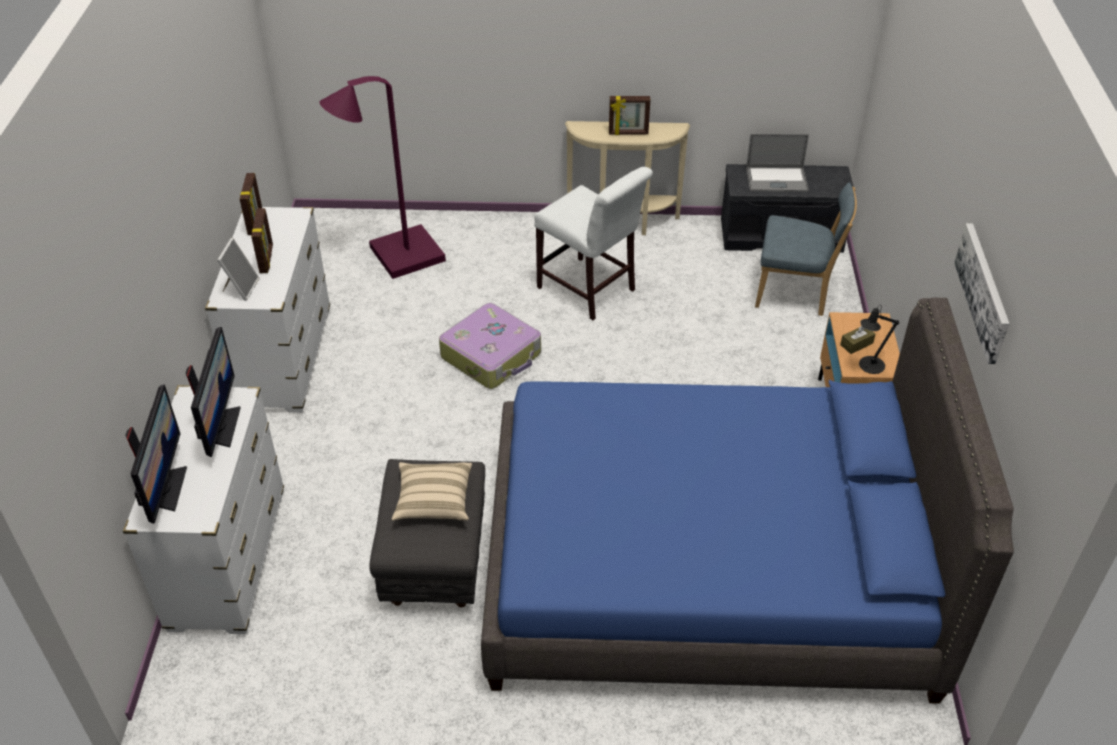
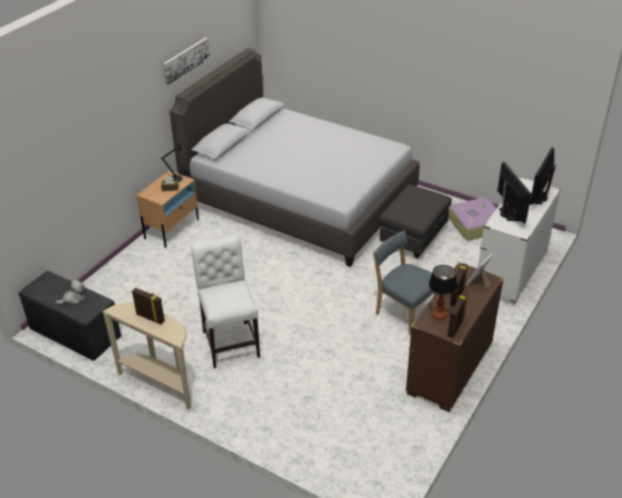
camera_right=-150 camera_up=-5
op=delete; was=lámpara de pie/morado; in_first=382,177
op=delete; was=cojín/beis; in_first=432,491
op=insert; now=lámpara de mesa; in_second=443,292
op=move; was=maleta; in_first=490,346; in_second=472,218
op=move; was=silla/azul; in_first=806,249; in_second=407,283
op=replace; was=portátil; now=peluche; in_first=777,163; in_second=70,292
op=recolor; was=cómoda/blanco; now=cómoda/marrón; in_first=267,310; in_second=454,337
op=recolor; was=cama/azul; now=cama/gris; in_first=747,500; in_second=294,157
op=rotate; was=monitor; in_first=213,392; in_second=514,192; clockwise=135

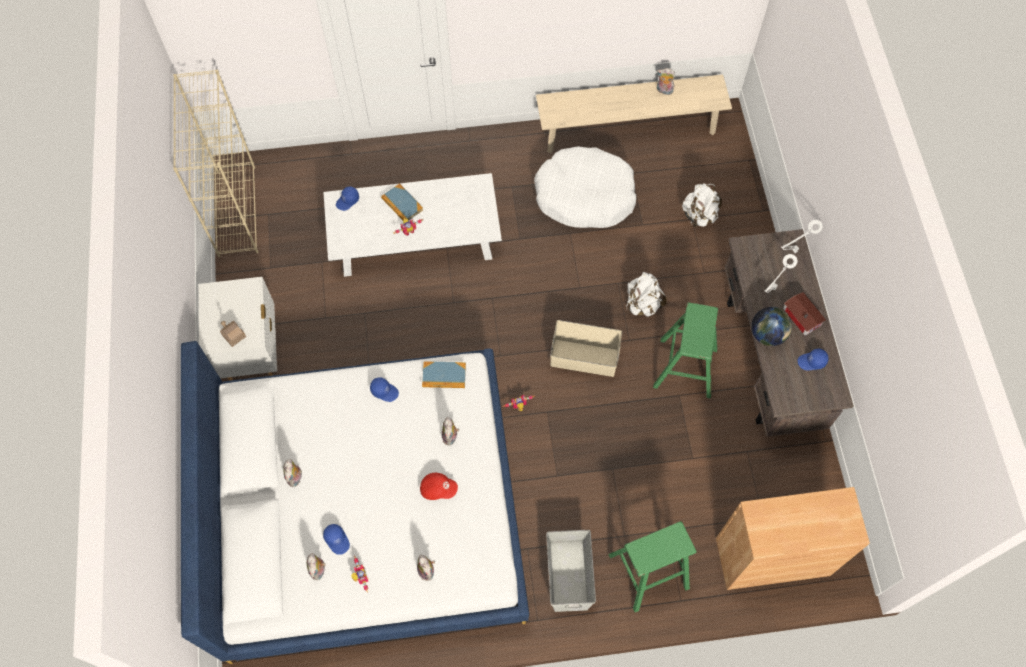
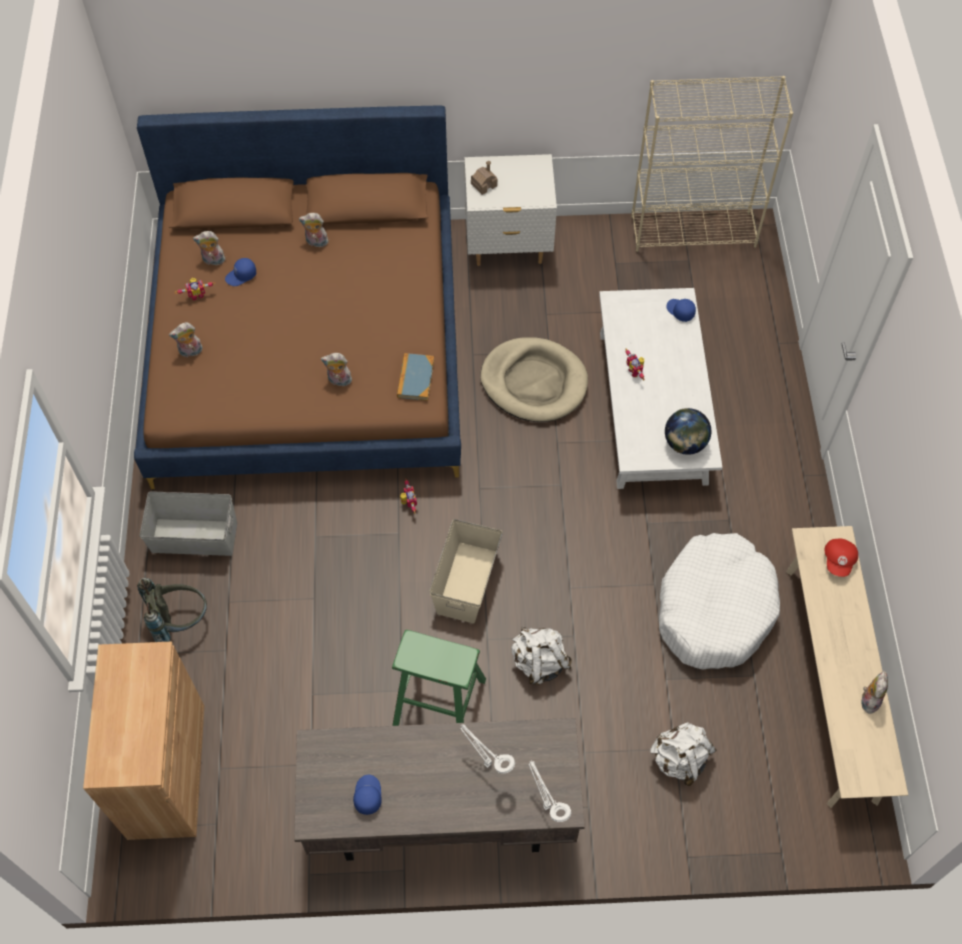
camera_right=95 camera_up=-5
op=delete; was=gorra/azul; in_first=384,389
op=delete; was=libro; in_first=402,202
op=delete; was=casita; in_first=804,314
op=insert; now=cama para perro/beis; in_second=534,379
op=move; was=gorra/rojo; in_first=439,486; in_second=841,558
op=move; was=globo terráqueo; in_first=771,326; in_second=688,431
op=replace; was=taburete/verde; now=mochila/gris; in_first=652,566; in_second=172,610
op=recolor; was=cama/blanco; now=cama/marrón; in_first=355,502; in_second=297,297

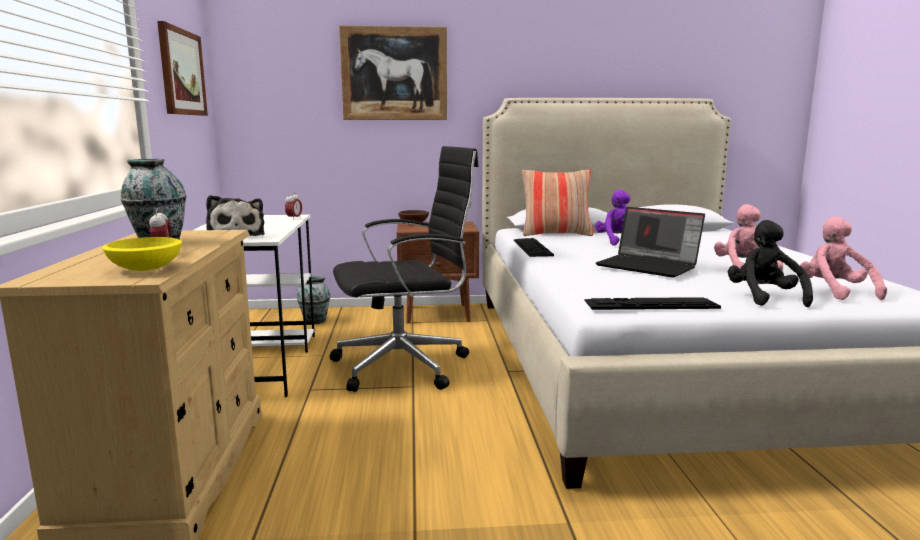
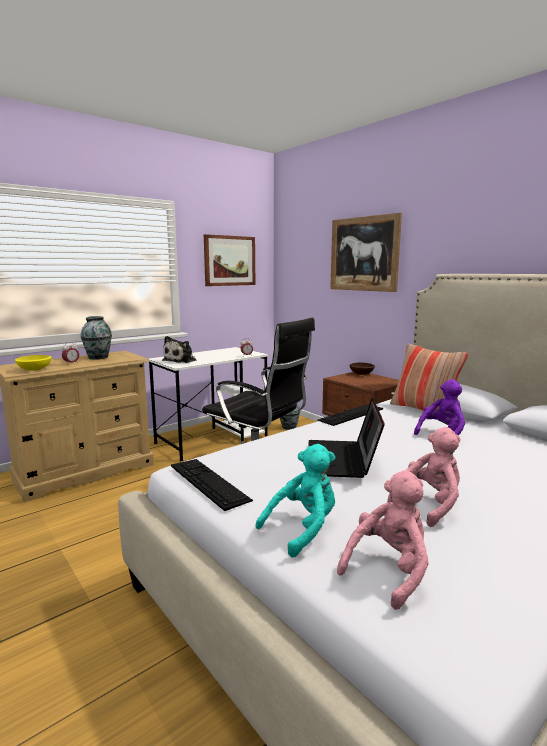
camera_right=55 camera_up=0
op=recolor; was=peluche/negro; now=peluche/turquesa; in_first=770,263; in_second=295,500

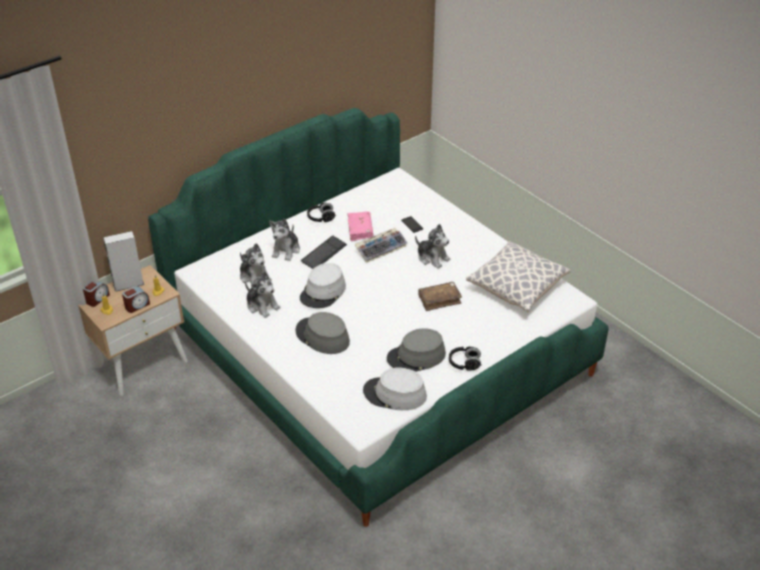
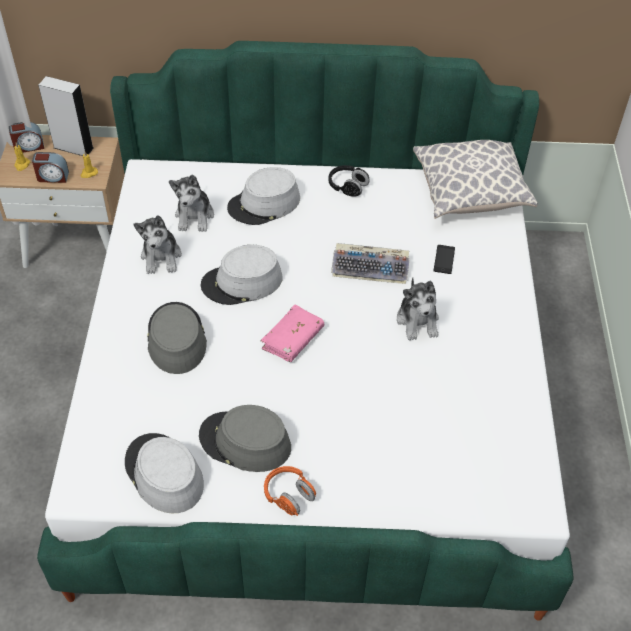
camera_right=40 camera_up=10
op=delete; was=teclado; in_first=324,252
op=delete; was=libro/marrón; in_first=440,296
op=move; was=libro/rosa; in_first=360,226; in_second=292,333
op=move; was=cojín; in_first=518,277; in_second=475,179
op=replace; was=peluche; now=sombrero/gris; in_first=284,240; in_second=263,196
op=recolor; was=auriculares/negro; now=auriculares/naranja; in_first=465,359; in_second=290,491

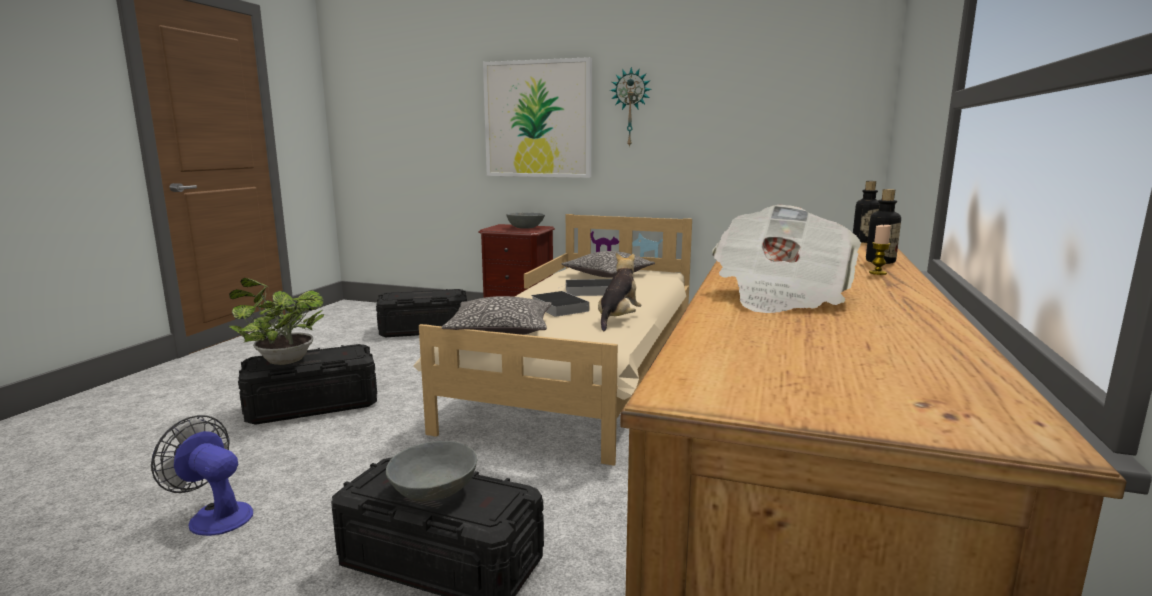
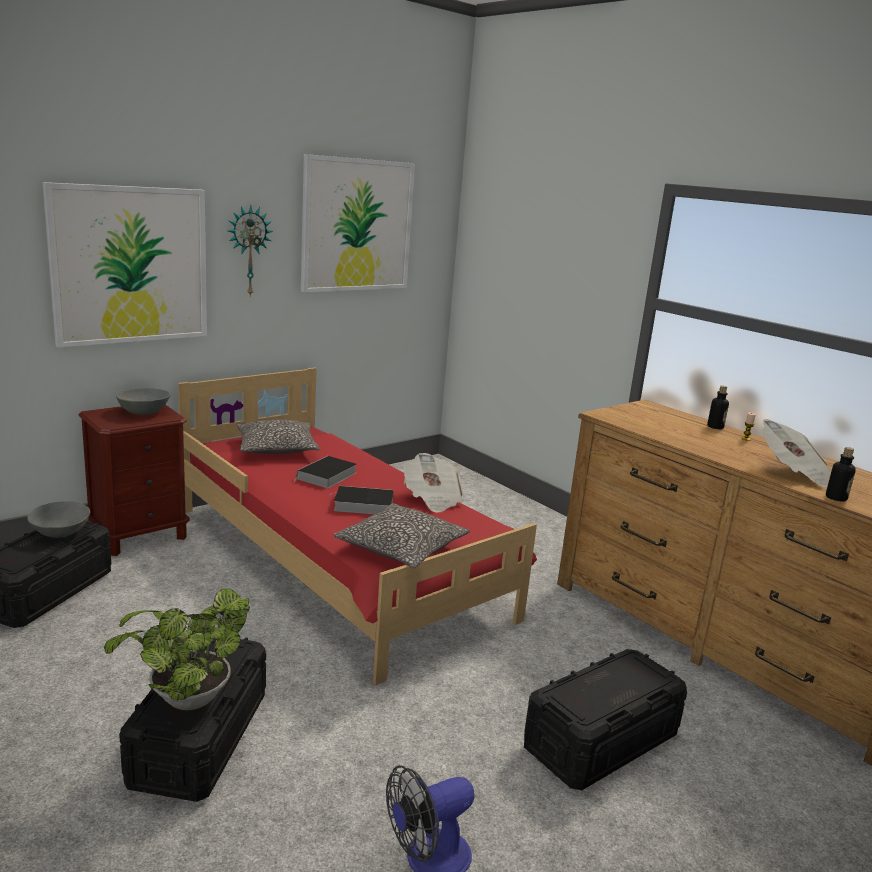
camera_right=-60 camera_up=5
op=insert; now=cuadro; in_second=358,223
op=move; was=cuenco/gris; in_first=431,471; in_second=58,519
op=move; was=botella; in_first=866,212; in_second=841,474
op=replace; was=peluche; now=periódico; in_first=620,292; in_second=434,483
op=recolor; was=cama/beis; now=cama/rojo; in_first=552,340; in_second=357,526

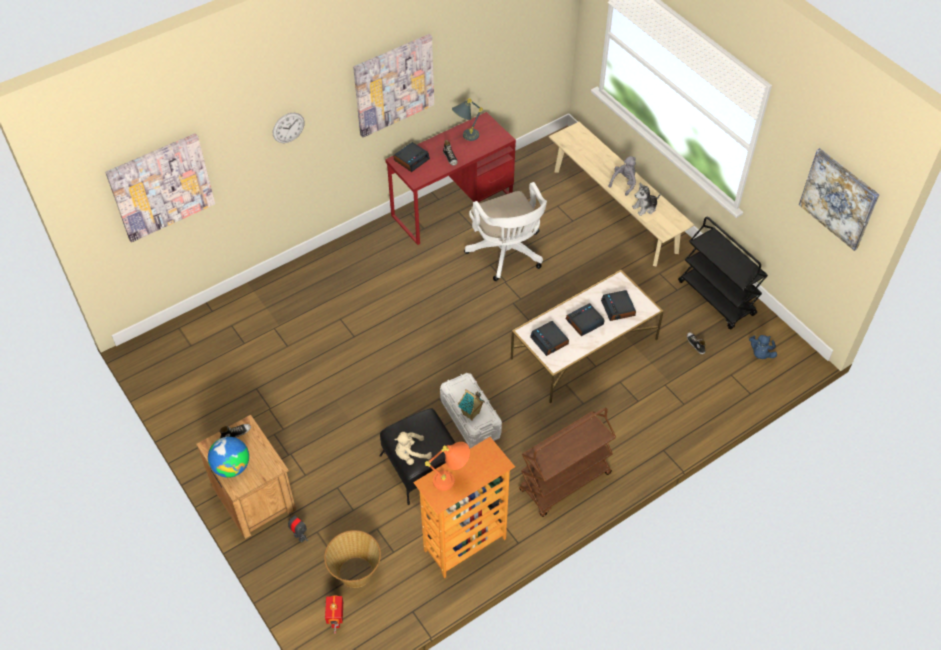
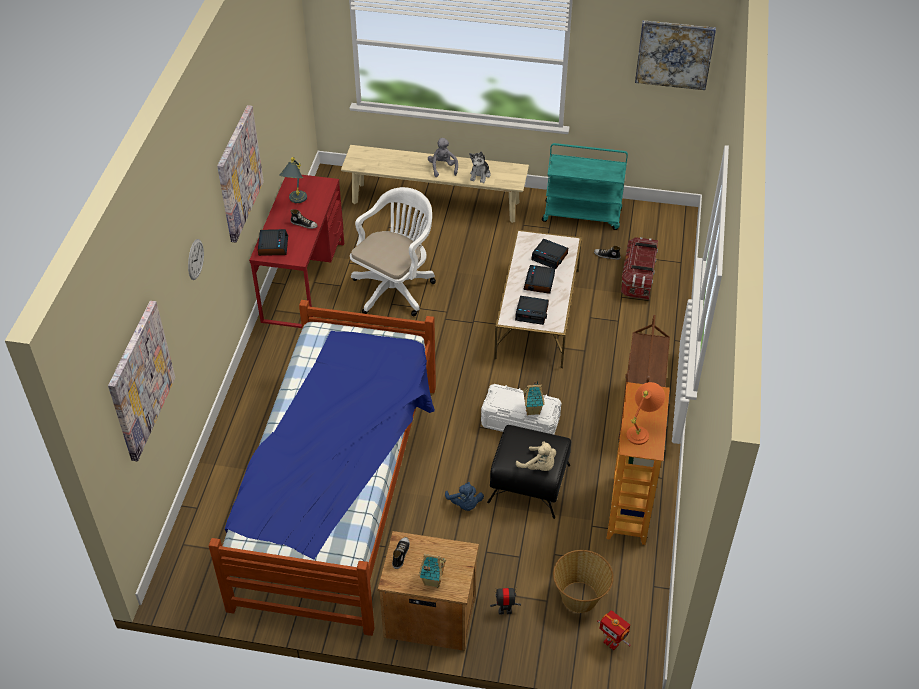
camera_right=-45 camera_up=-5
op=insert; now=cama; in_second=322,468
op=insert; now=caja de almacenaje; in_second=639,268
op=move; was=peluche/azul; in_first=763,347; in_second=464,496
op=replace; was=globo terráqueo; now=casita; in_first=228,457; in_second=432,571
op=recolor; was=carrito/negro; now=carrito/turquesa; in_first=723,273; in_second=585,186
op=rotate; was=peluche/beis; in_first=413,448; in_second=536,456; clockwise=-75
op=rotate; was=silla de oficina/blanco; in_first=505,231; in_second=393,251; clockwise=-75

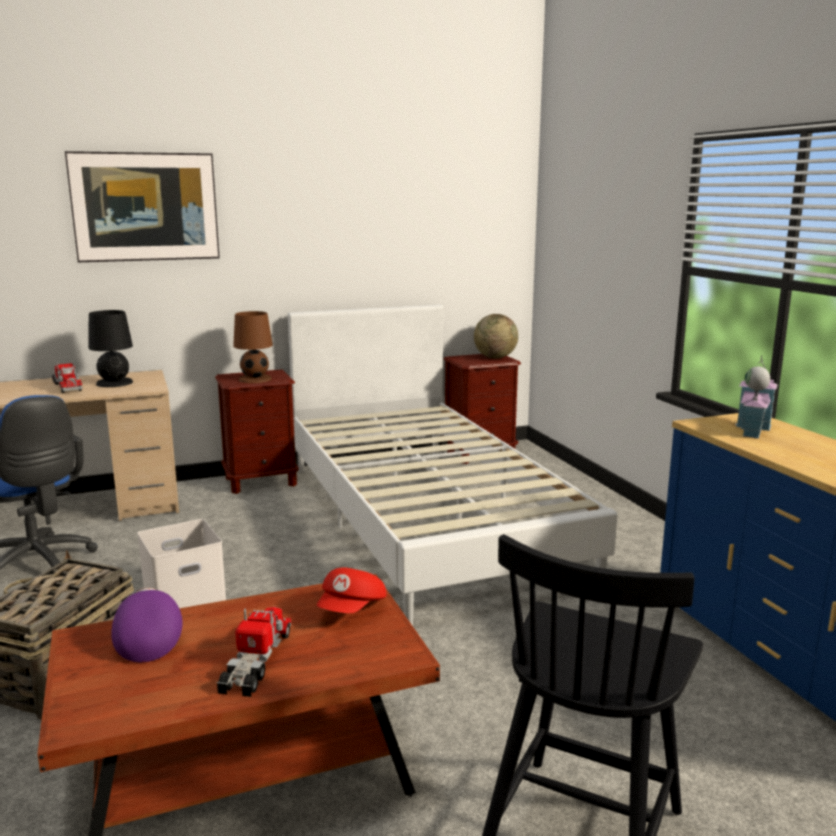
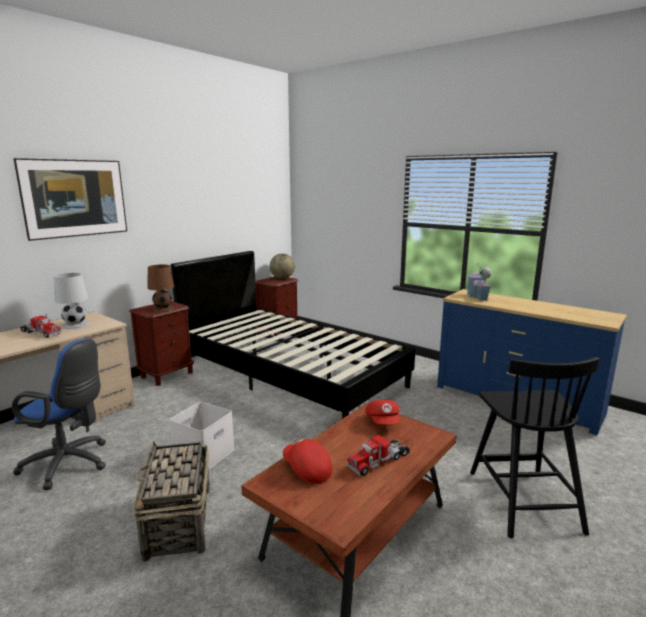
camera_right=-30 camera_up=0
op=recolor; was=lámpara de mesa/negro; now=lámpara de mesa/blanco; in_first=111,348; in_second=71,301
op=recolor; was=gorra/morado; now=gorra/rojo; in_first=147,625; in_second=307,461
op=recolor; was=cama/blanco; now=cama/negro; in_first=452,465; in_second=293,335
op=rotate; was=camión de juguete; in_first=254,652; in_second=378,455; clockwise=-105

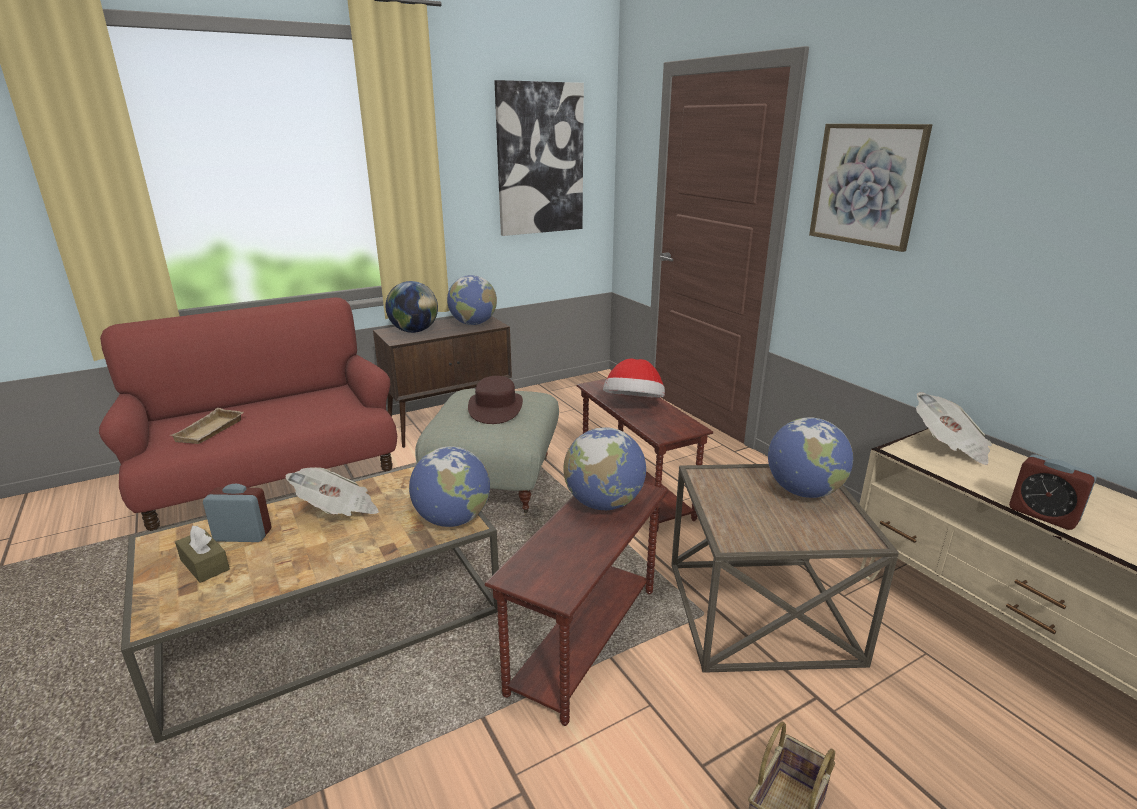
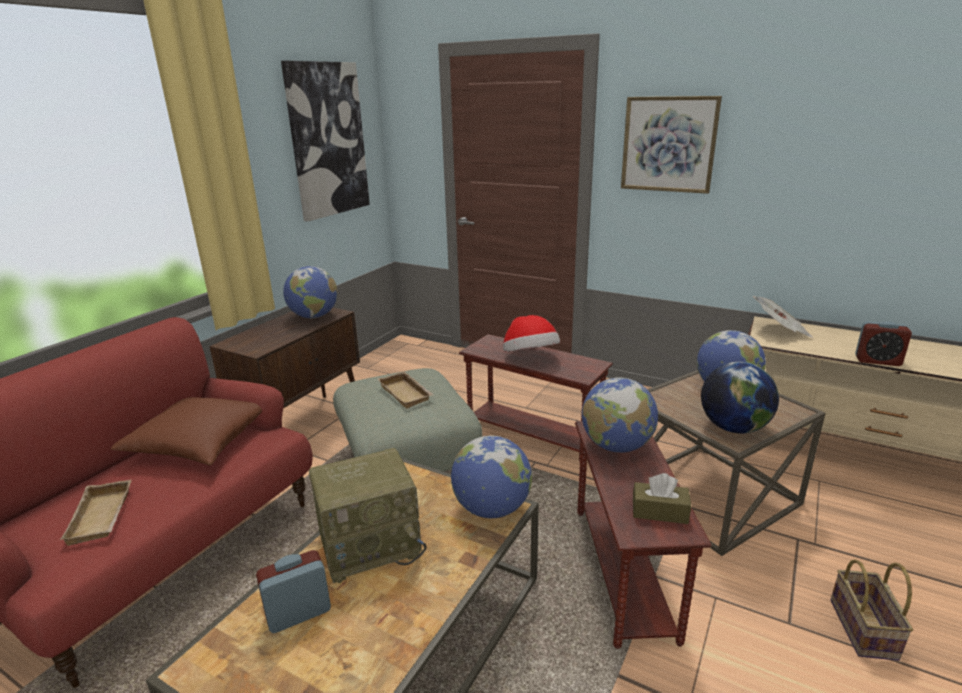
camera_right=-30 camera_up=0
op=insert; now=cojín/marrón; in_second=186,431
op=move; was=caja de pañuelos/marrón; in_first=202,554; in_second=662,498
op=move; was=globo terráqueo; in_first=411,307; in_second=740,398
op=replace; was=periódico; now=radio; in_first=332,491; in_second=368,515
op=replace; was=sombrero/marrón; now=bandeja/beis; in_first=495,400; in_second=406,390

